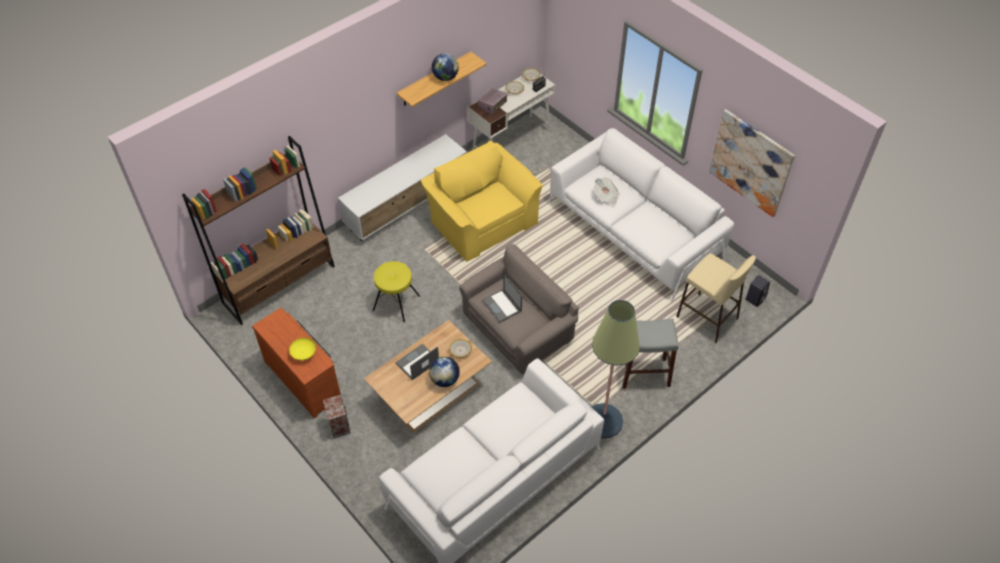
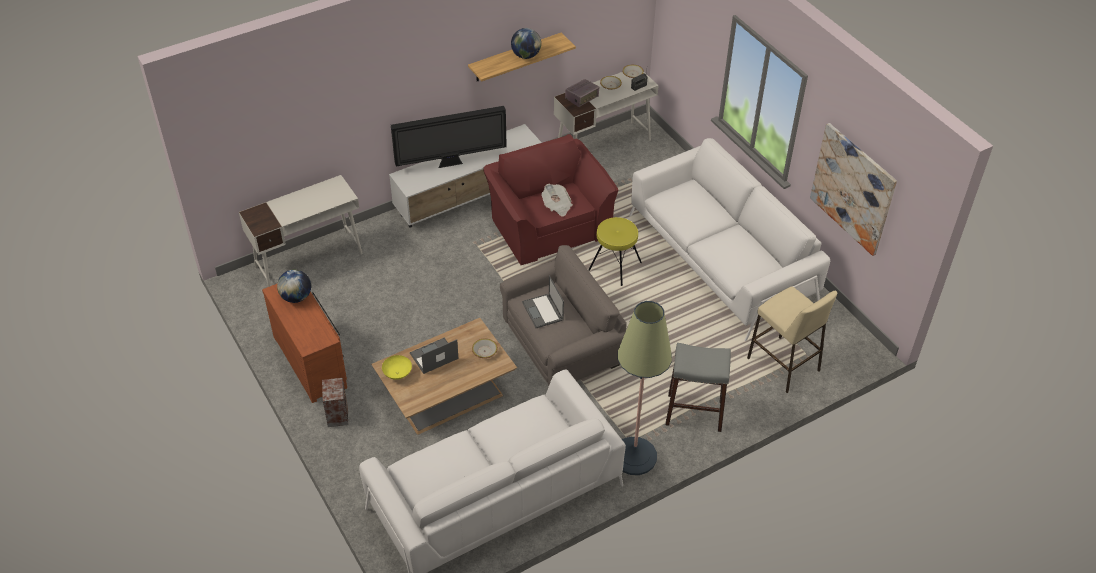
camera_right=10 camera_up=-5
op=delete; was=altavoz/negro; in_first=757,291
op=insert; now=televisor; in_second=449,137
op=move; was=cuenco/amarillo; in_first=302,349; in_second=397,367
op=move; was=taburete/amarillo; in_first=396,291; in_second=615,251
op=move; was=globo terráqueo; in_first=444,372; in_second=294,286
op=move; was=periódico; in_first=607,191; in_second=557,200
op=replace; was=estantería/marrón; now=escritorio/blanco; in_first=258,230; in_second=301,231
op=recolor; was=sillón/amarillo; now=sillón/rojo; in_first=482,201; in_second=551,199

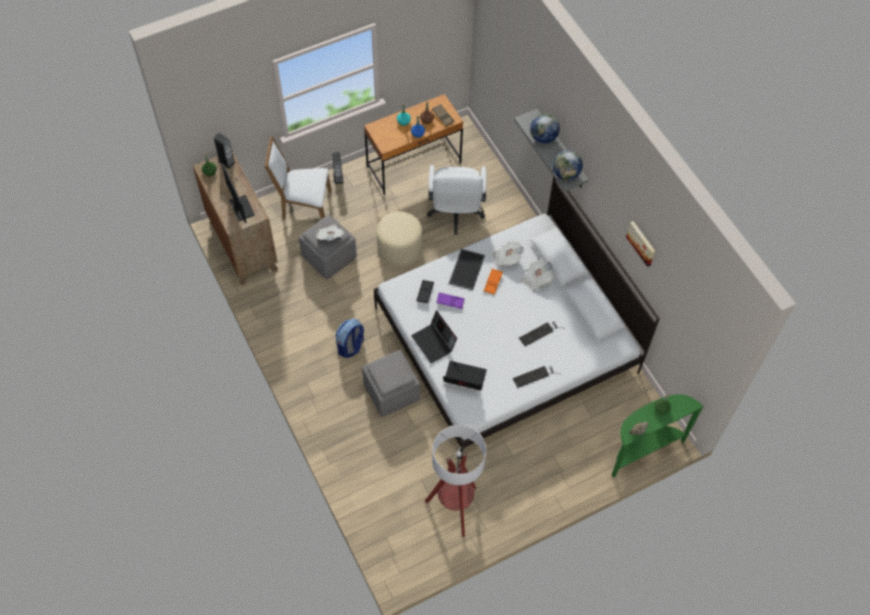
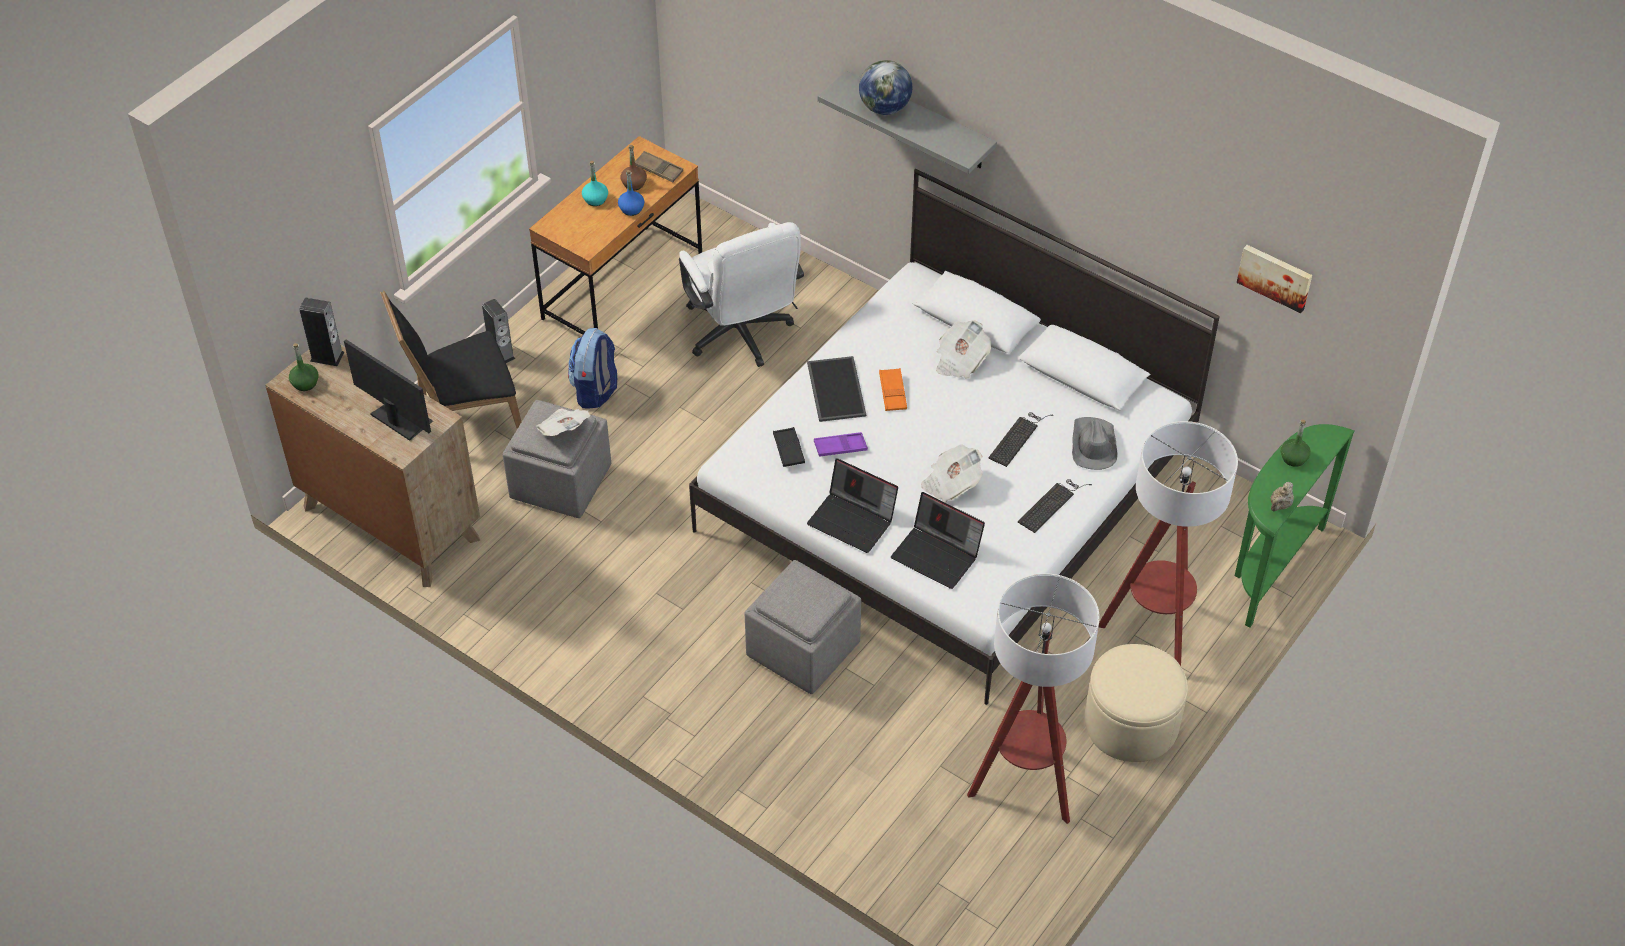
camera_right=-25 camera_up=-10
op=delete; was=globo terráqueo; in_first=568,165
op=insert; now=sombrero/gris; in_second=1095,443
op=insert; now=lámpara de pie; in_second=1168,543
op=move; was=mochila; in_first=349,338; in_second=592,368
op=move; was=puf/beis; in_first=399,239; in_second=1136,703
op=move; was=periódico; in_first=508,253; in_second=951,473
op=move; was=cuadro; in_first=640,244; in_second=1274,279
op=recolor; was=silla/blanco; now=silla/negro; in_first=298,177; in_second=450,359
op=rotate; was=portátil; in_first=465,376; in_second=938,540; clockwise=-135

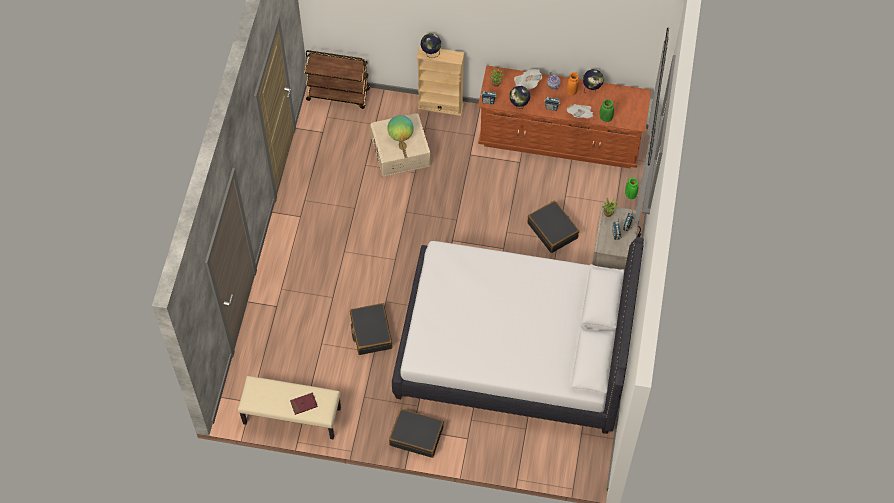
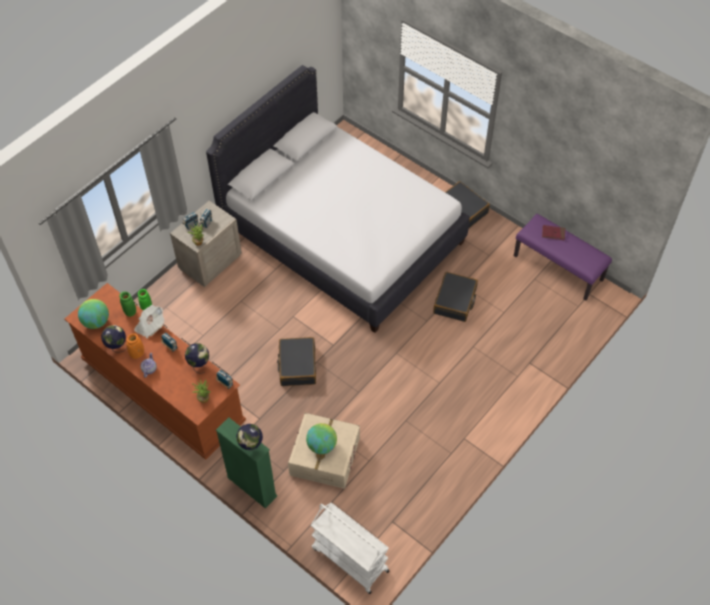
camera_right=-150 camera_up=-5
op=delete; was=periódico; in_first=528,79
op=insert; now=globo terráqueo; in_second=93,314
op=move; was=maleta/negro; in_first=553,227; in_second=296,361
op=recolor; was=banco/beis; now=banco/morado; in_first=289,407; in_second=563,257
op=recolor; was=carrito/marrón; now=carrito/blanco; in_first=337,79; in_second=350,548
op=recolor; was=estantería/beis; now=estantería/verde; in_first=440,81; in_second=246,463

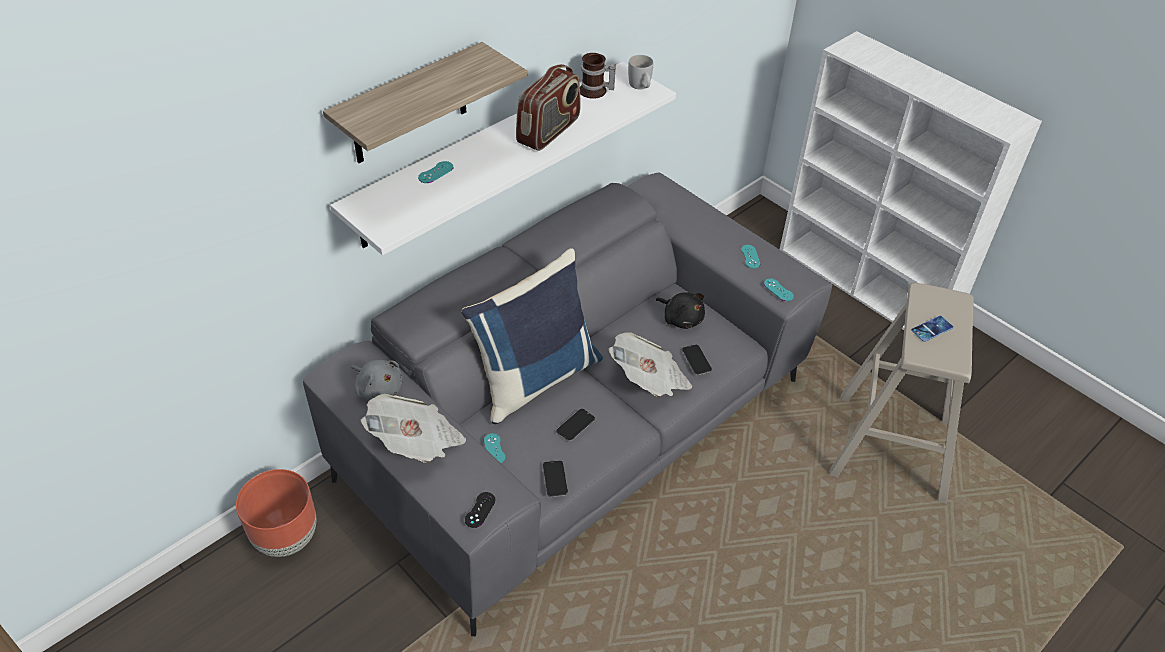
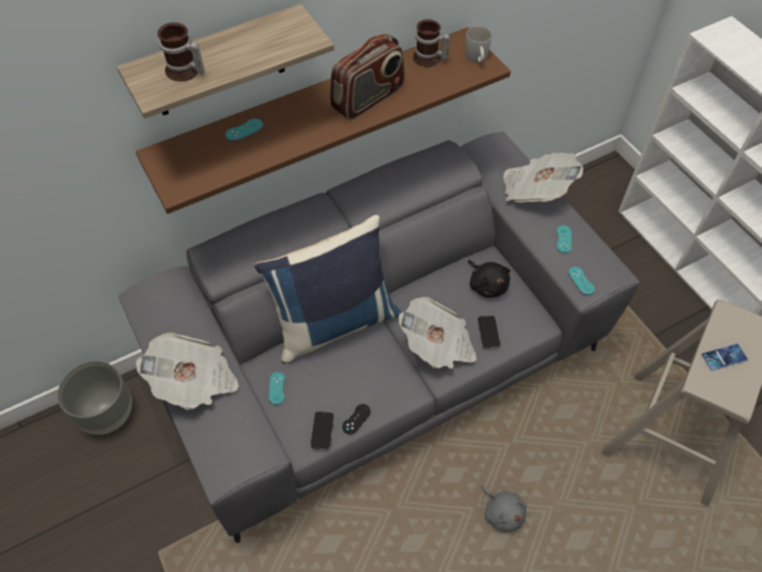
camera_right=15 camera_up=10
op=delete; was=móvil; in_first=575,425
op=insert; now=taza grande; in_second=181,51
op=insert; now=periódico; in_second=543,177
op=move; was=peluche/gris; in_first=377,380; in_second=504,509
op=move; was=mando de consola/negro; in_first=480,510; in_second=356,419
op=recolor; was=maceta/marrón; now=maceta/gris; in_first=276,513; in_second=94,398
op=recolor; was=estante/blanco; now=estante/marrón; in_first=503,158; in_second=323,120

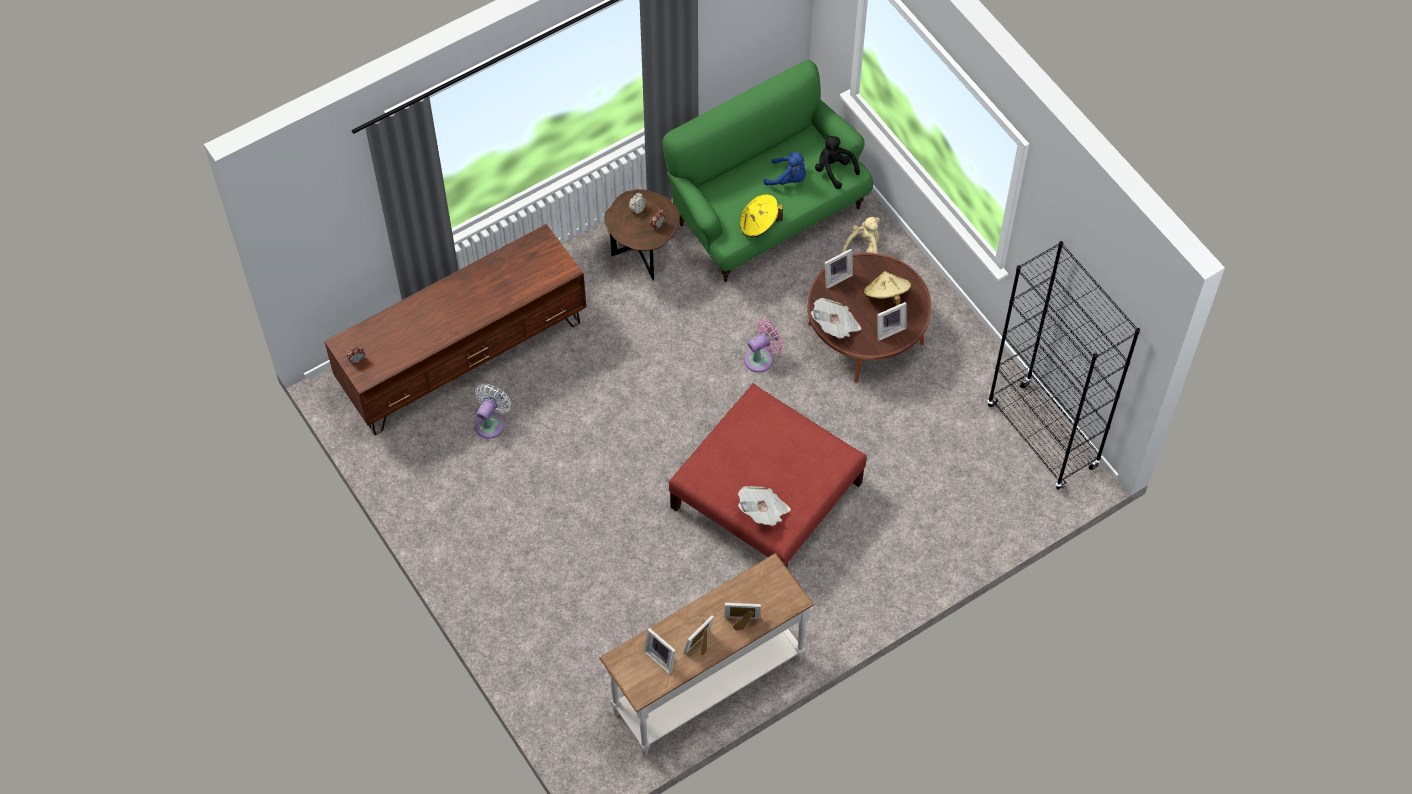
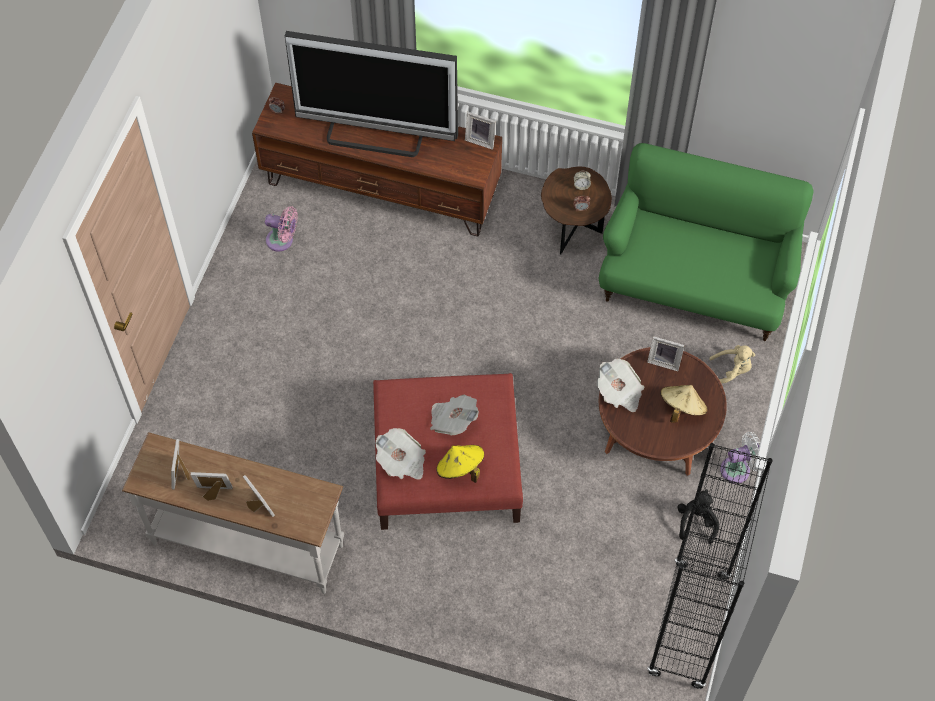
camera_right=50 camera_up=0
op=delete; was=peluche/azul; in_first=784,168
op=insert; now=televisor; in_second=371,94
op=insert; now=periódico; in_second=454,415
op=move; was=ventilador/blanco; in_first=493,411; in_second=740,458
op=move; was=sombrero/amarillo; in_first=761,216; in_second=460,464
op=move; was=ventilador/rosa; in_first=764,345; in_second=281,229
op=move; was=peluche/negro; in_first=837,162; in_second=698,516
op=move; was=portarretratos; in_first=891,321; in_second=480,131

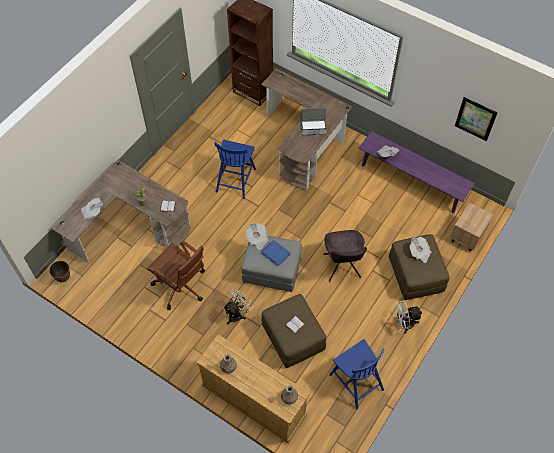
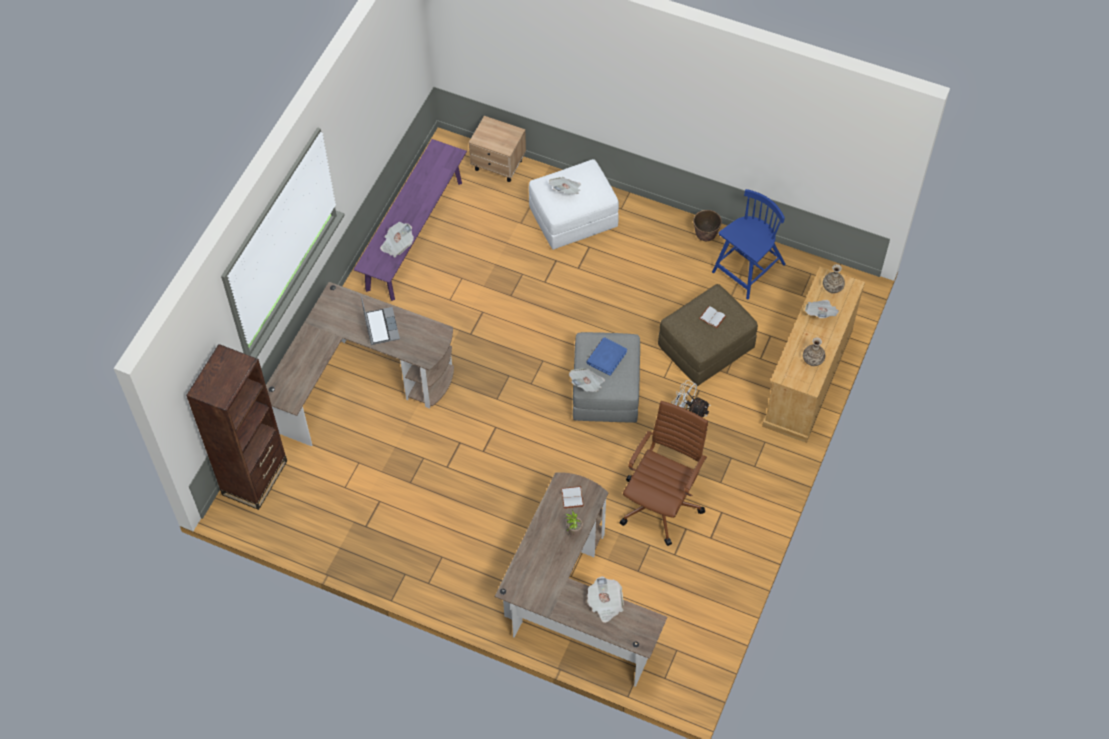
camera_right=-100 camera_up=0
op=delete; was=silla/azul; in_first=235,169
op=delete; was=silla/gris; in_first=345,256
op=delete; was=ventilador/blanco; in_first=408,317
op=delete; was=cuadro; in_first=476,119
op=insert; now=periódico; in_second=822,309
op=move; was=maceta; in_first=59,271; in_second=707,225
op=recolor; was=puf/marrón; now=puf/blanco; in_first=419,267; in_second=574,204

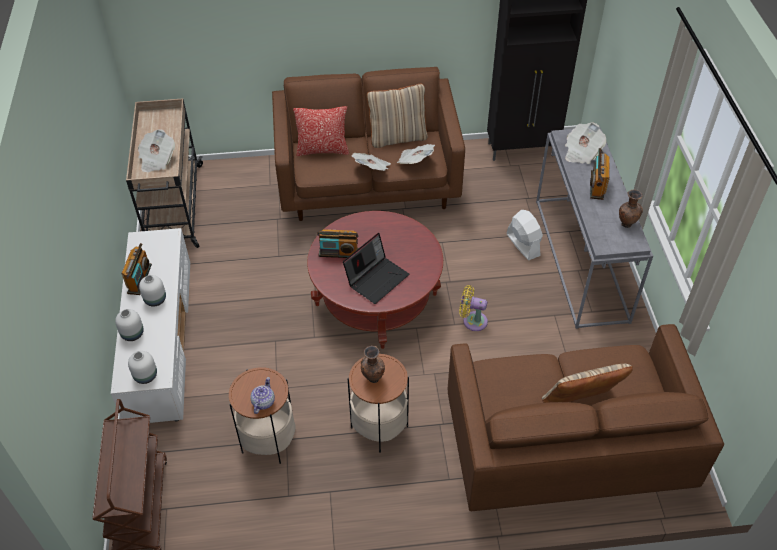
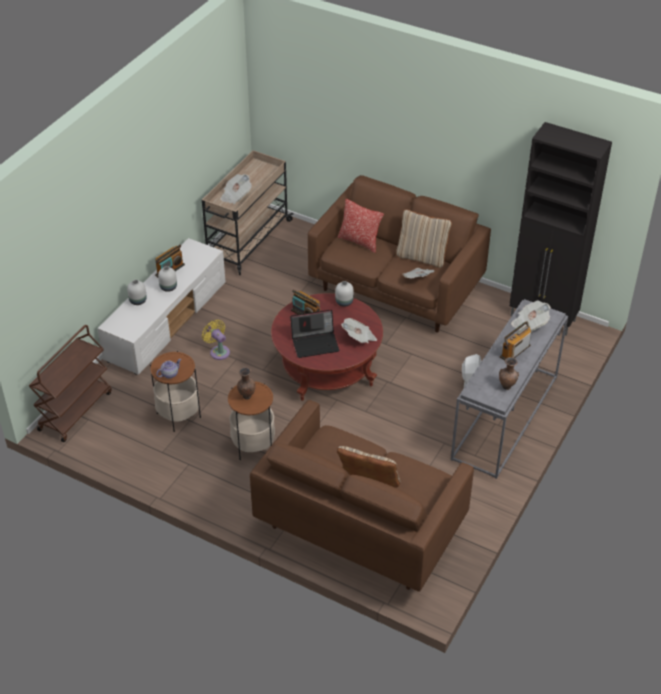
camera_right=35 camera_up=-5
op=move; was=florero/blanco; in_first=142,367; in_second=344,294
op=move; was=periódico; in_first=371,162; in_second=359,330
op=move; was=ventilador/amarillo; in_first=473,308; in_second=216,339

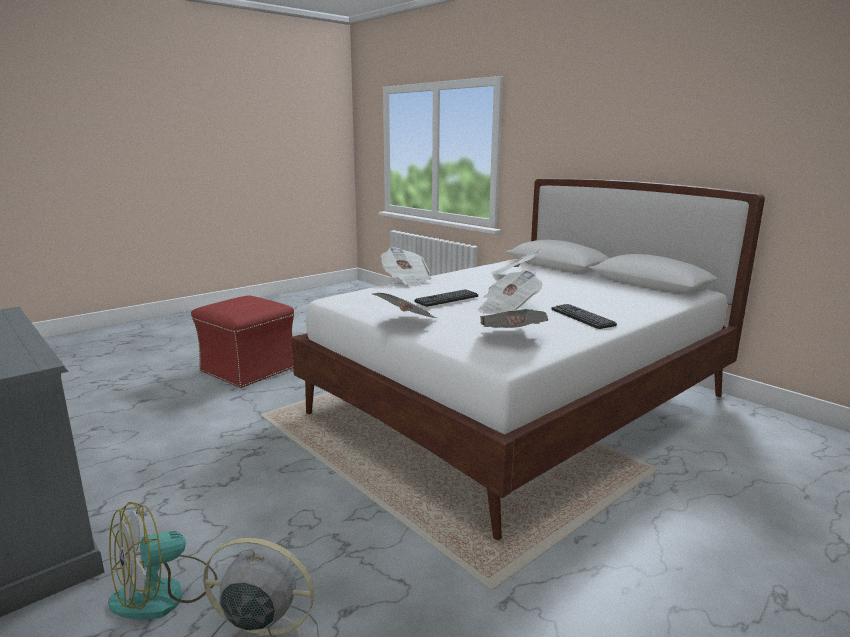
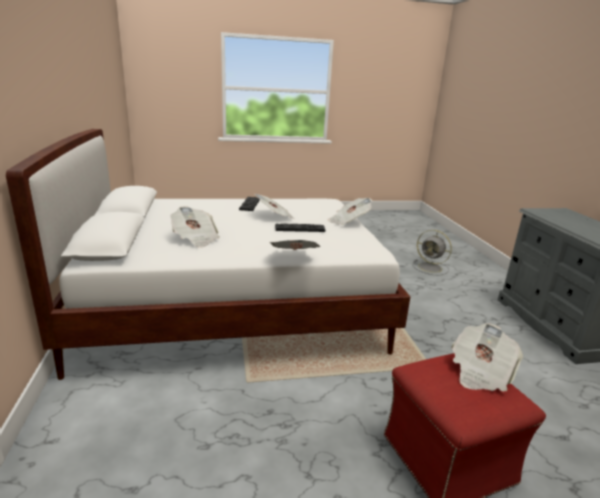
camera_right=-150 camera_up=5
op=delete; was=ventilador; in_first=162,561
op=move; was=periódico; in_first=514,318; in_second=487,357

